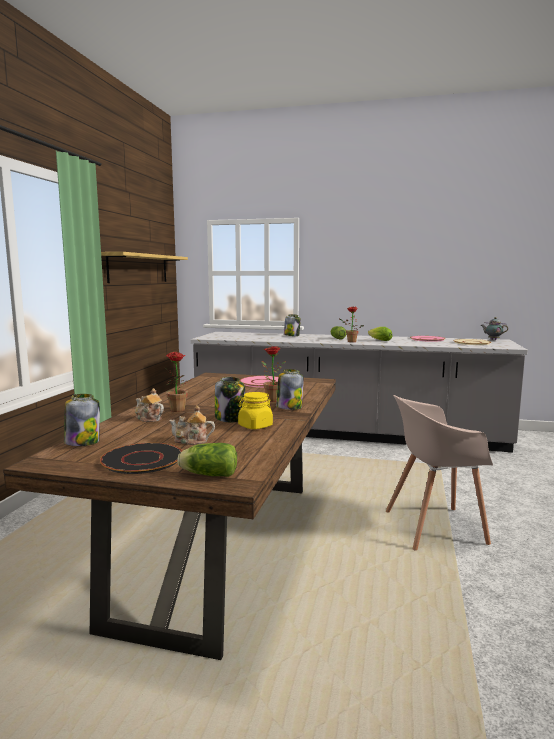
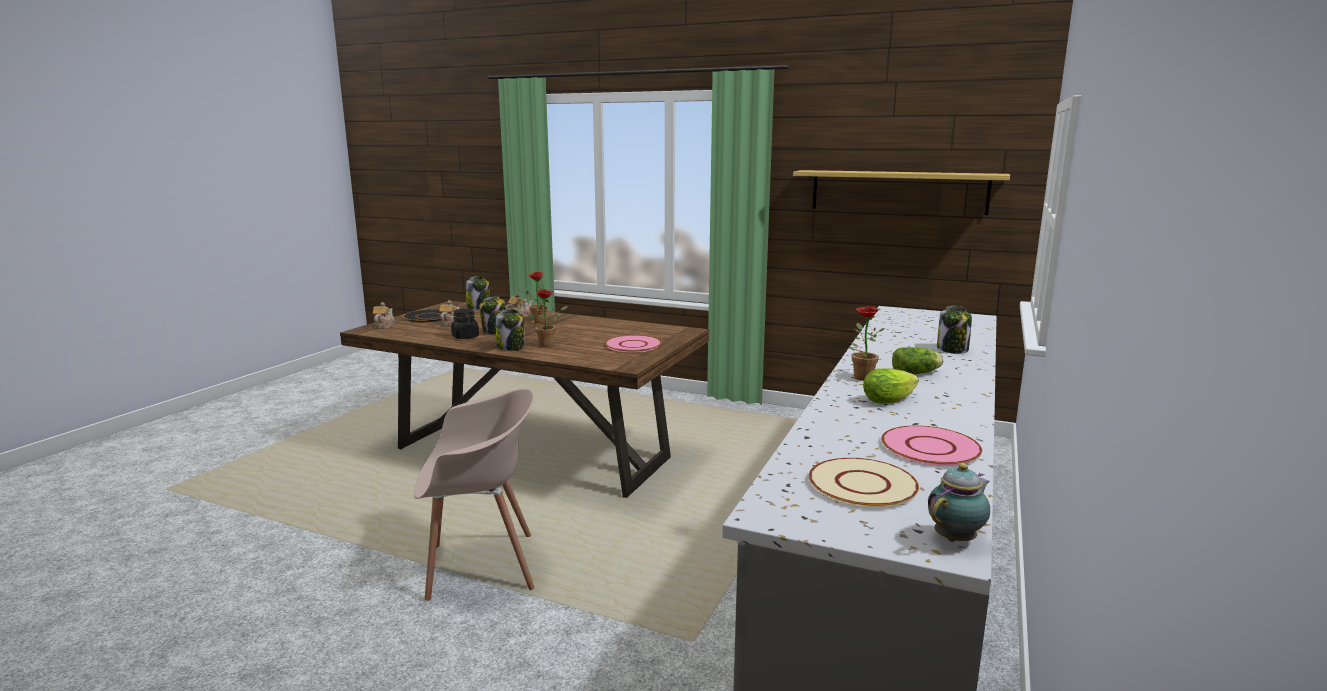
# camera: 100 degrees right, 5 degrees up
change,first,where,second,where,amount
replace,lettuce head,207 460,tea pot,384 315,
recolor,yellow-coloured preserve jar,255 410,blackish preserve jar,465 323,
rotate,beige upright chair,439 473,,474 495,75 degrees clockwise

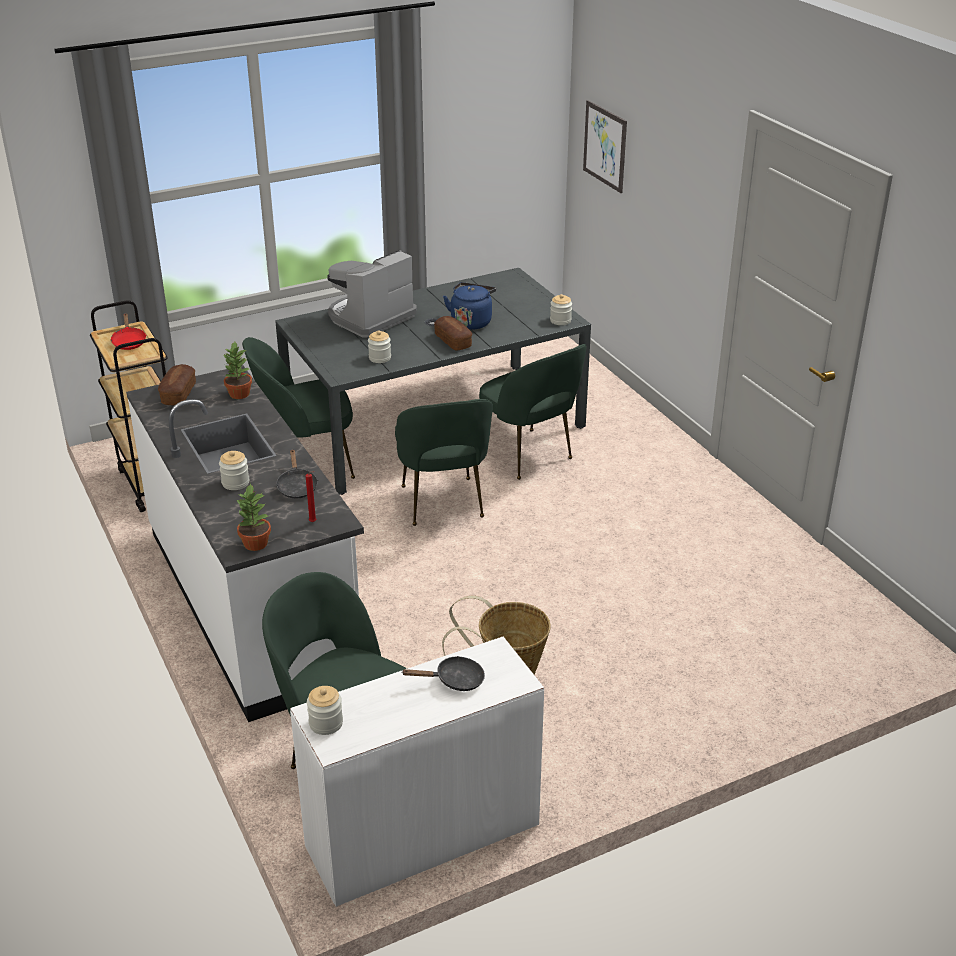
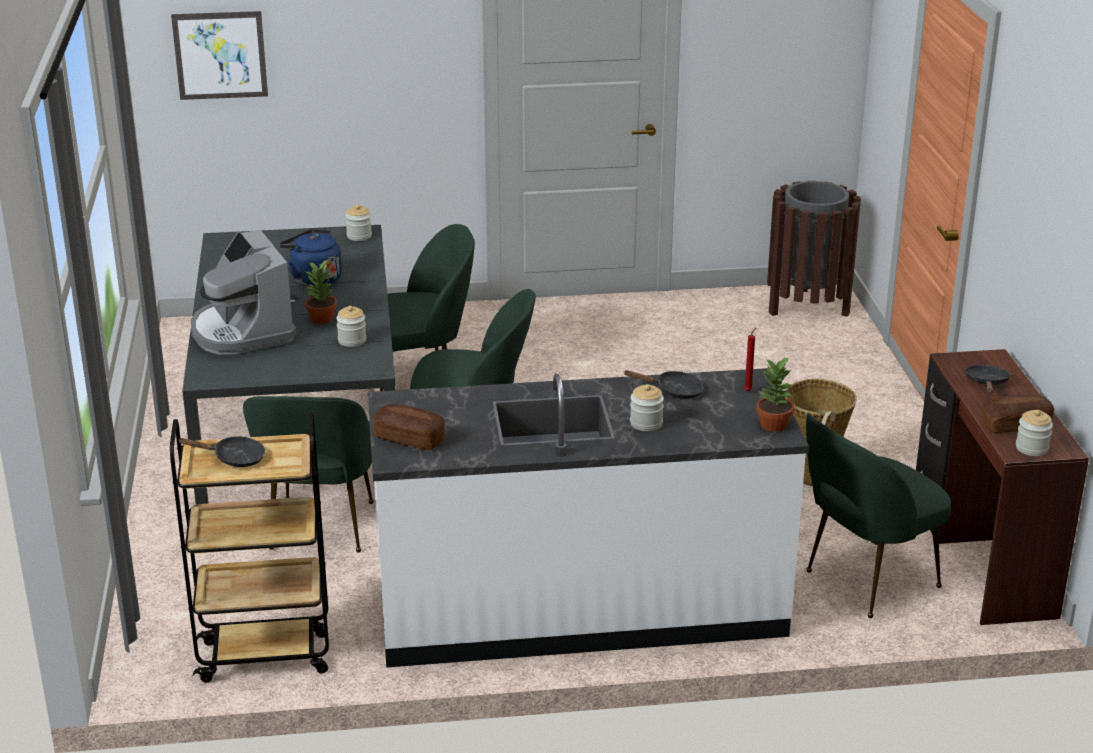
# camera: 70 degrees left, 5 degrees down
change,first,where,second,where,amount
recolor,red frying pan,128 331,blackish frying pan,221 451,
move,potted plant,237 370,,321 292,
recolor,white-coloured desk,417 771,brown-coloured desk,1002 487,
move,baked bread,453 333,,1018 414,
insert,,,brown-coloured trash can,814 249,

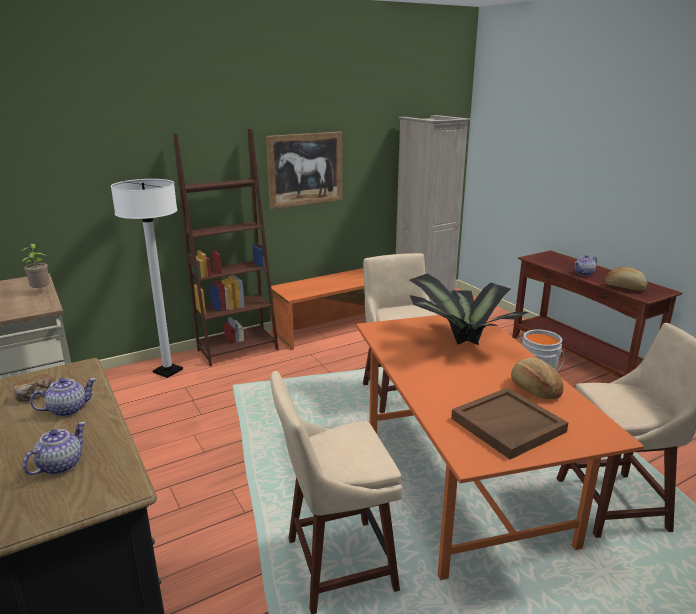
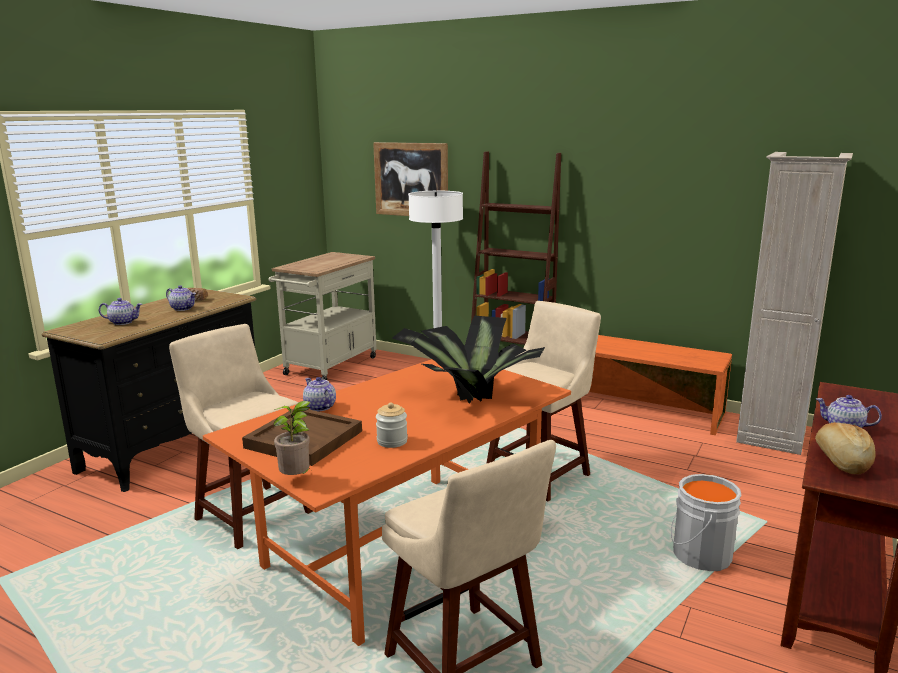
# camera: 60 degrees right, 5 degrees down
change,first,where,second,where,amount
move,potted plant,36 266,,292 438,
move,wall art,304 170,,410 179,
replace,baked bread,537 378,preserve jar,392 425,
insert,,,tea pot,319 394,

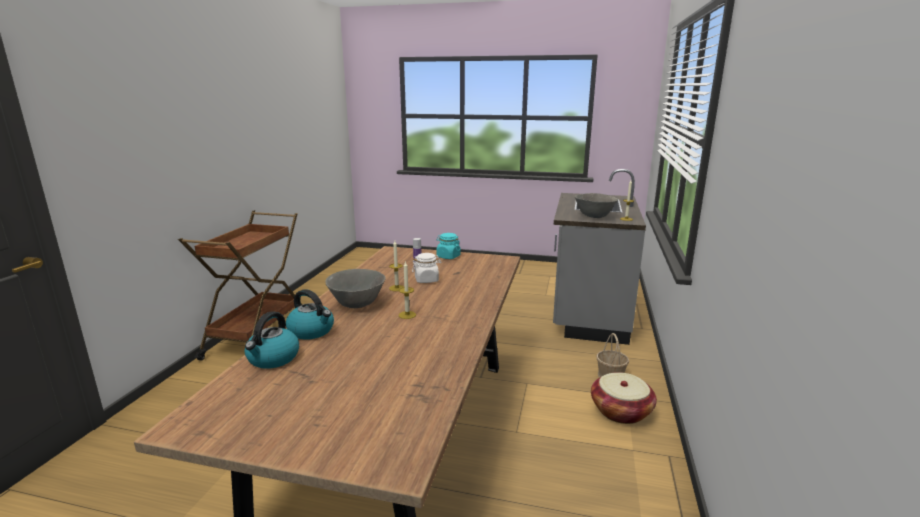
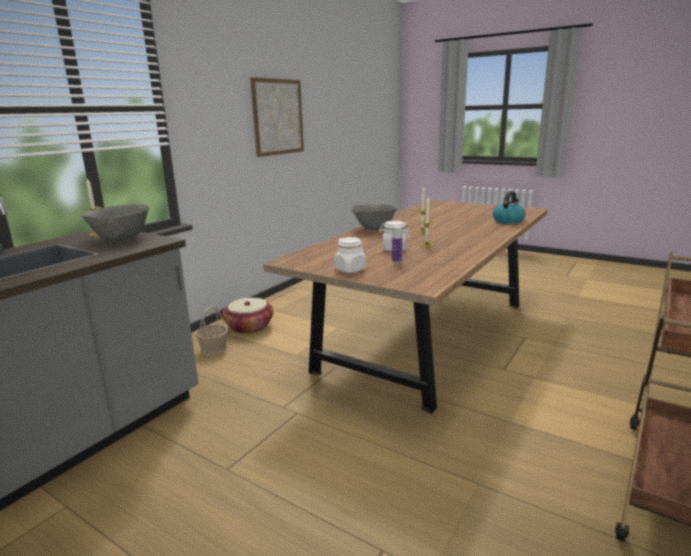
# camera: 160 degrees left, 0 degrees up
change,first,where,second,where,amount
delete,tea kettle,310 314,,,
move,gray deep dish,355 288,,374 217,
recolor,blue-green preserve jar,448 246,white-coloured preserve jar,350 255,
insert,,,wall art,277 117,

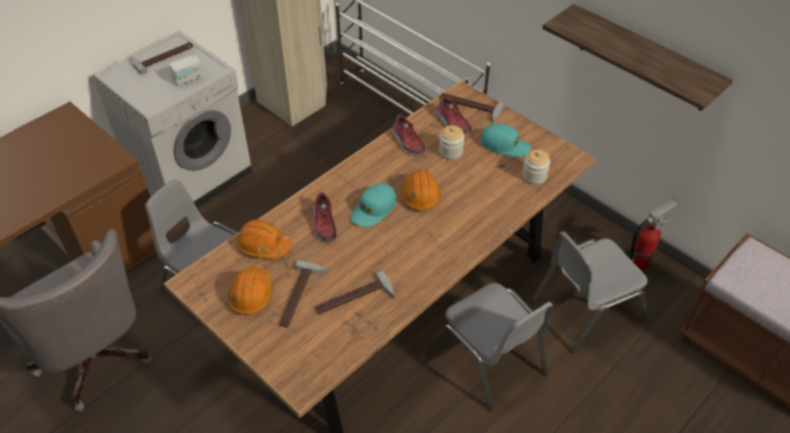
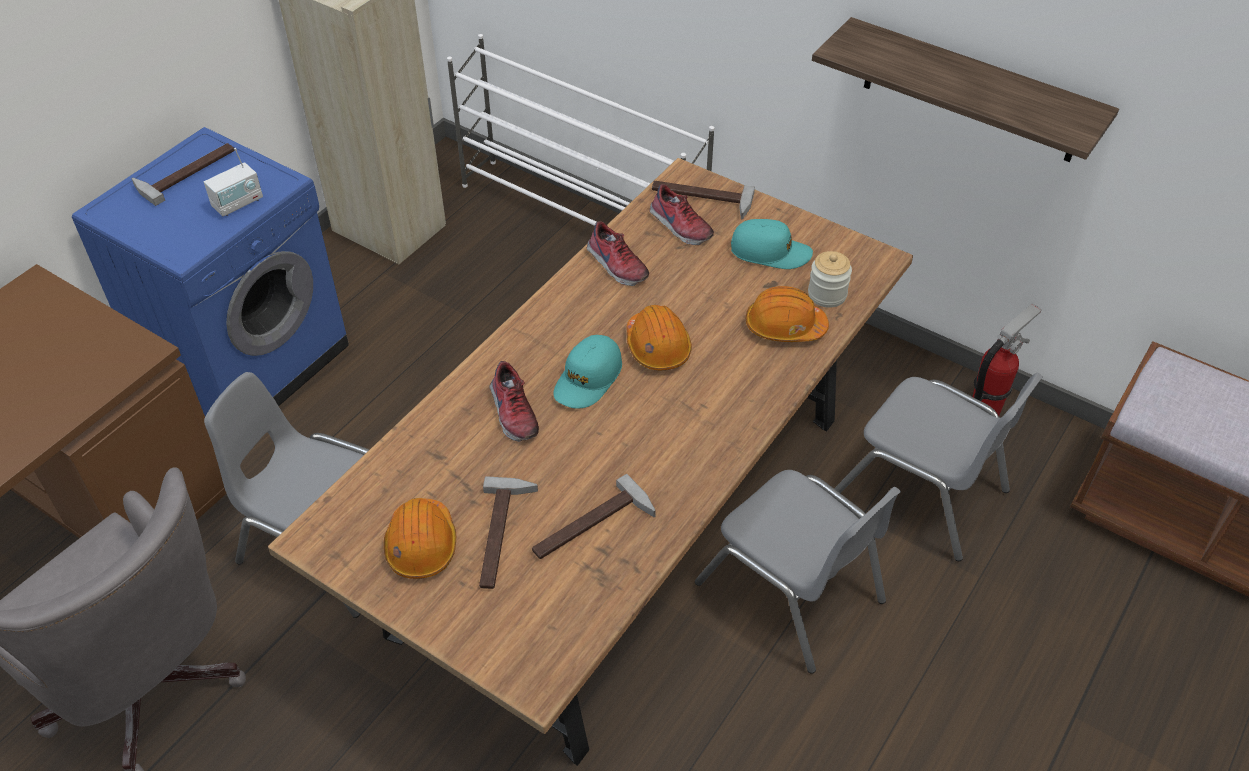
# camera: 10 degrees left, 0 degrees up
change,first,where,second,where,amount
recolor,white-coloured washing machine,172 119,bluish washing machine,210 271,
move,orange safety helmet,264 239,,787 314,
delete,preserve jar,452 142,,,
rotate,gray upright chair,589 292,,938 467,105 degrees counterclockwise

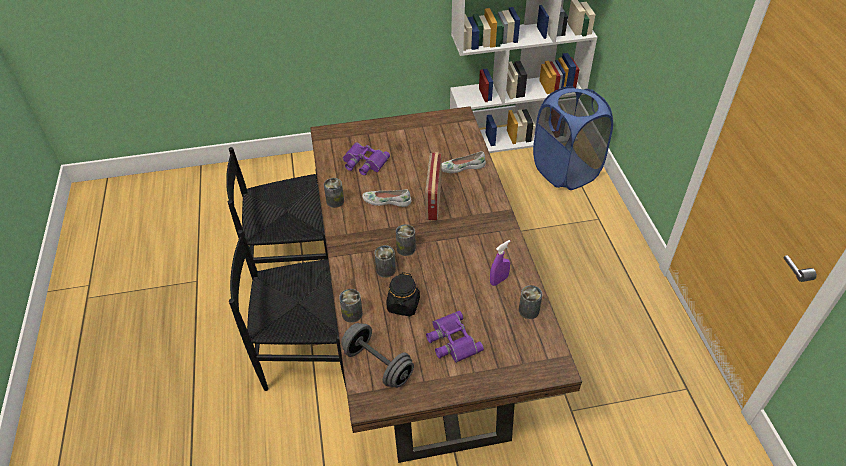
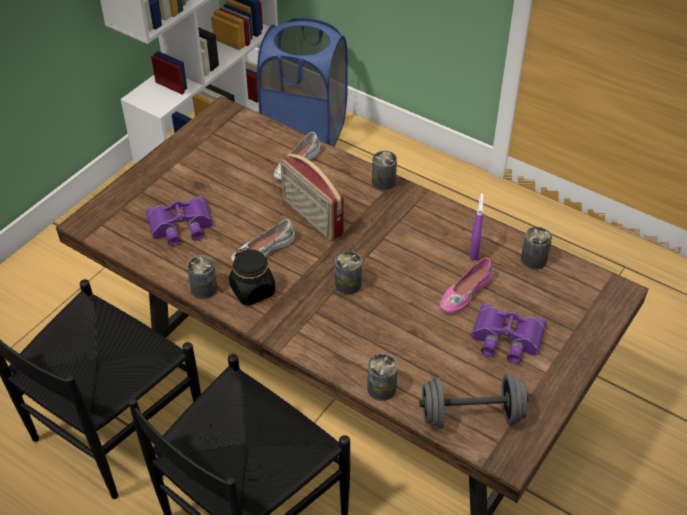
# camera: 45 degrees left, 0 degrees up
change,first,where,second,where,amount
move,metal can,385 261,,384 171,
move,blackish preserve jar,403 294,,252 276,
insert,,,pink shoe,466 286,

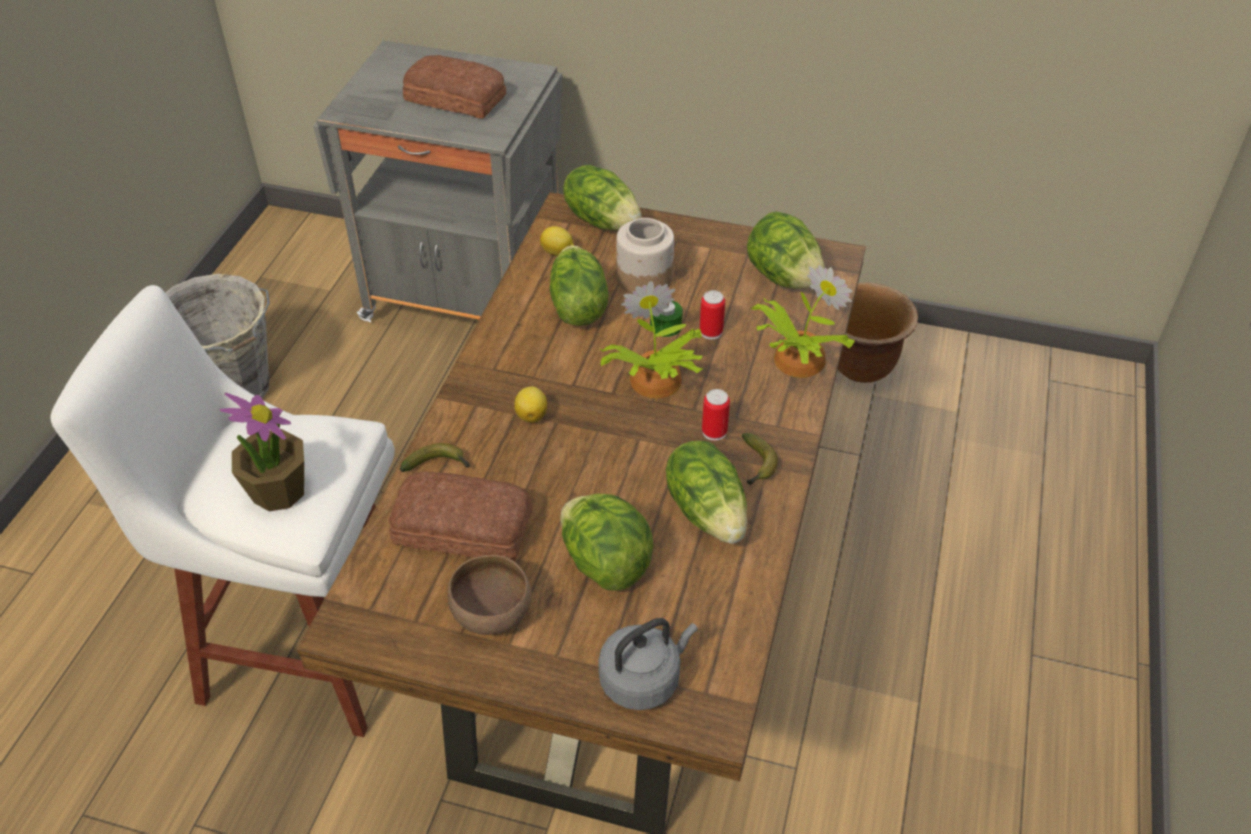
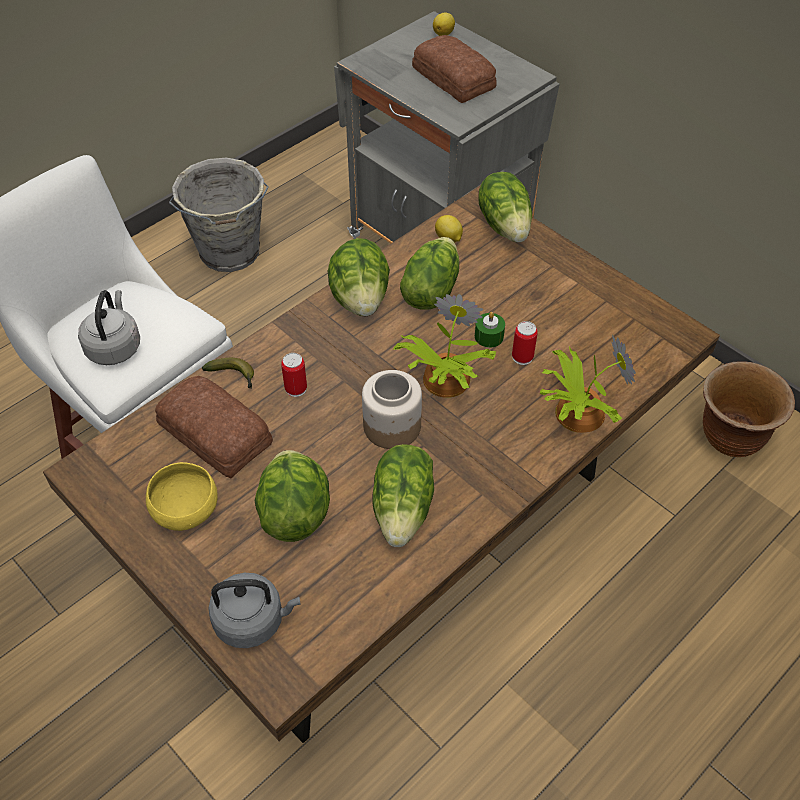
# camera: 30 degrees right, 5 degrees up
change,first,where,second,where,amount
replace,potted plant,262 452,gray tea kettle,109 327,
recolor,brown-coloured deep dish,490 595,yellow-coloured deep dish,182 496,
move,citrus fruit,530 405,,444 24,
move,preserve jar,645 256,,392 409,
move,metal can,716 415,,294 375,
delete,banana,760 459,,,
move,lettuce head,786 250,,358 277,

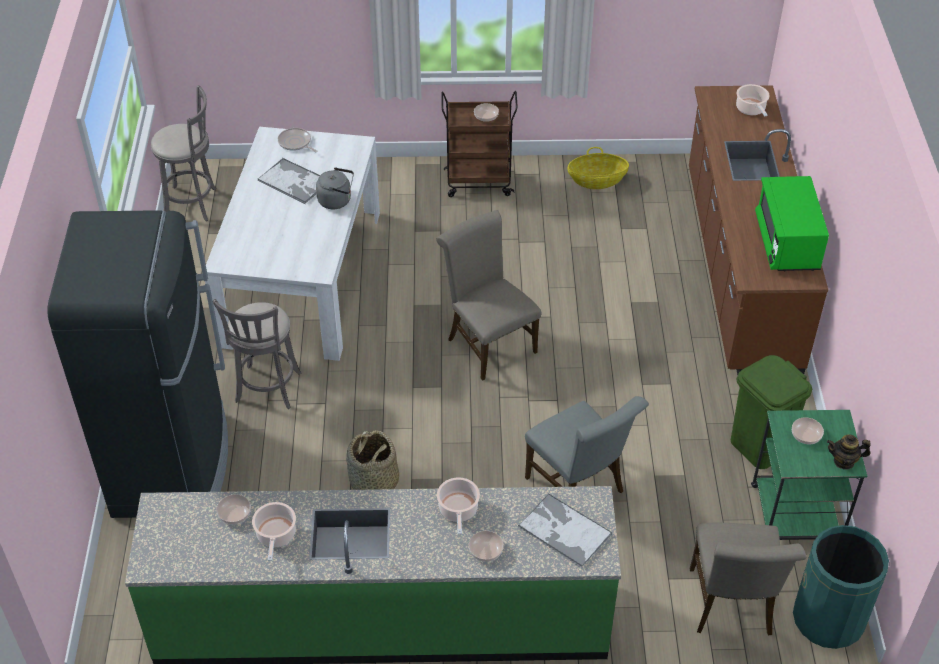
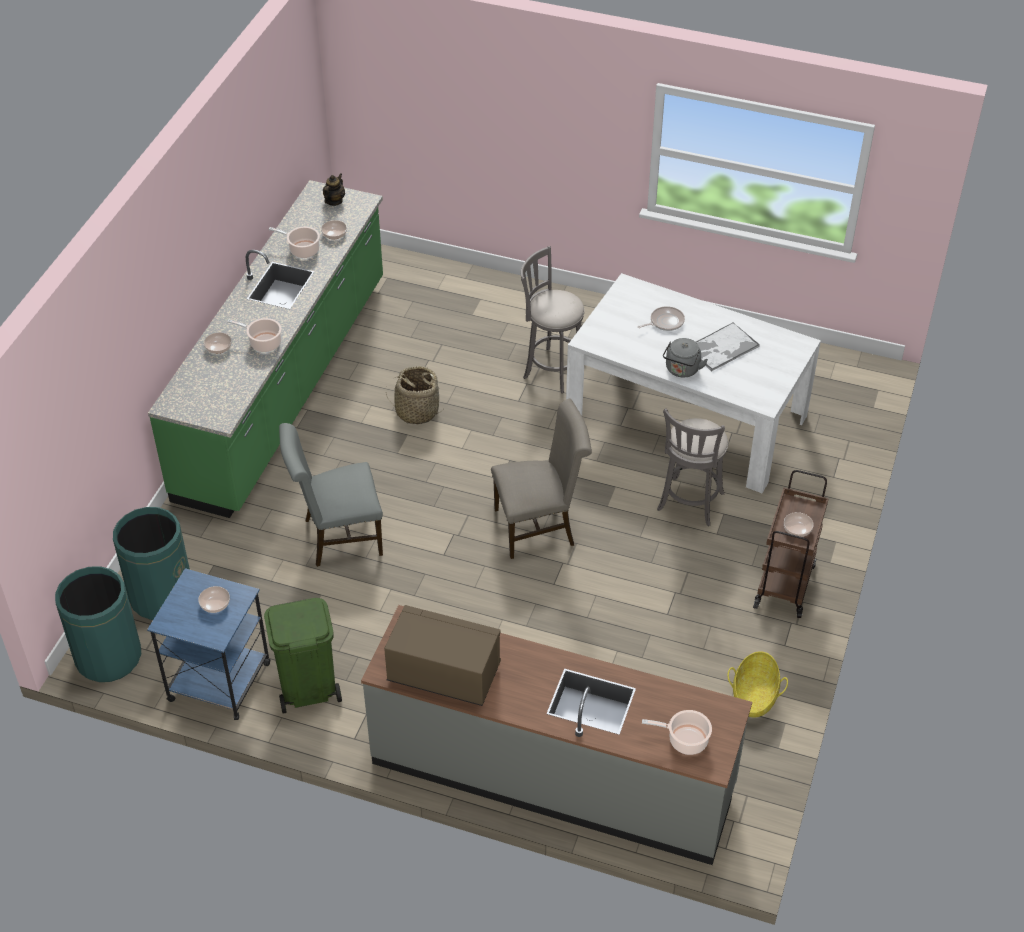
# camera: 110 degrees right, 0 degrees up
change,first,where,second,where,amount
delete,blackish refrigerator,137 364,,,
move,gray stool seat,183 153,,692 467,
move,frying pan,298 140,,661 318,
delete,carrying tray,565 530,,,
recolor,brown-coloured kitchen counter,758 230,gray kitchen counter,556 735,
replace,beige upright chair,748 579,green trash can,151 563,
recolor,green wheeled cart,809 475,bluish wheeled cart,208 644,
recolor,green microwave oven,792 224,brown-coloured microwave oven,442 655,
move,tea pot,848 452,,334 189,

